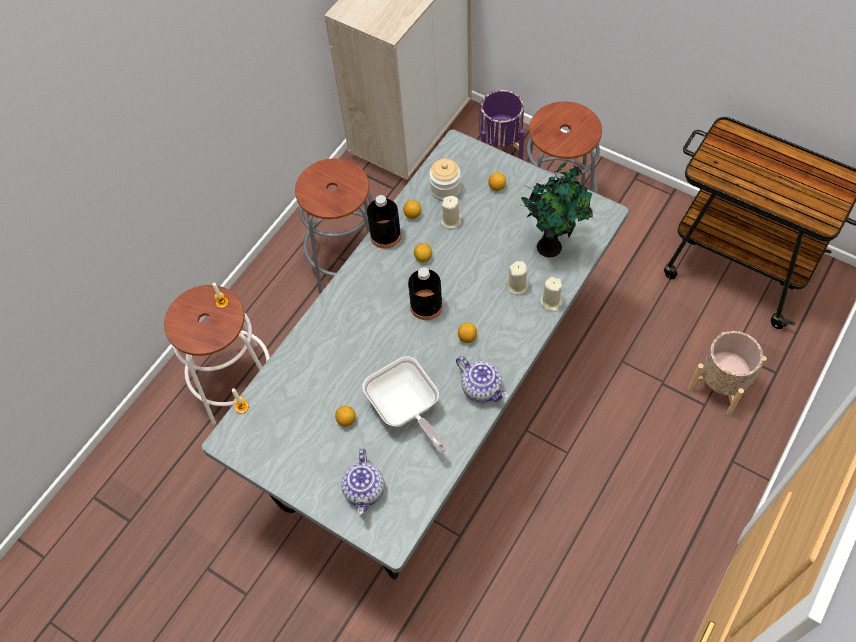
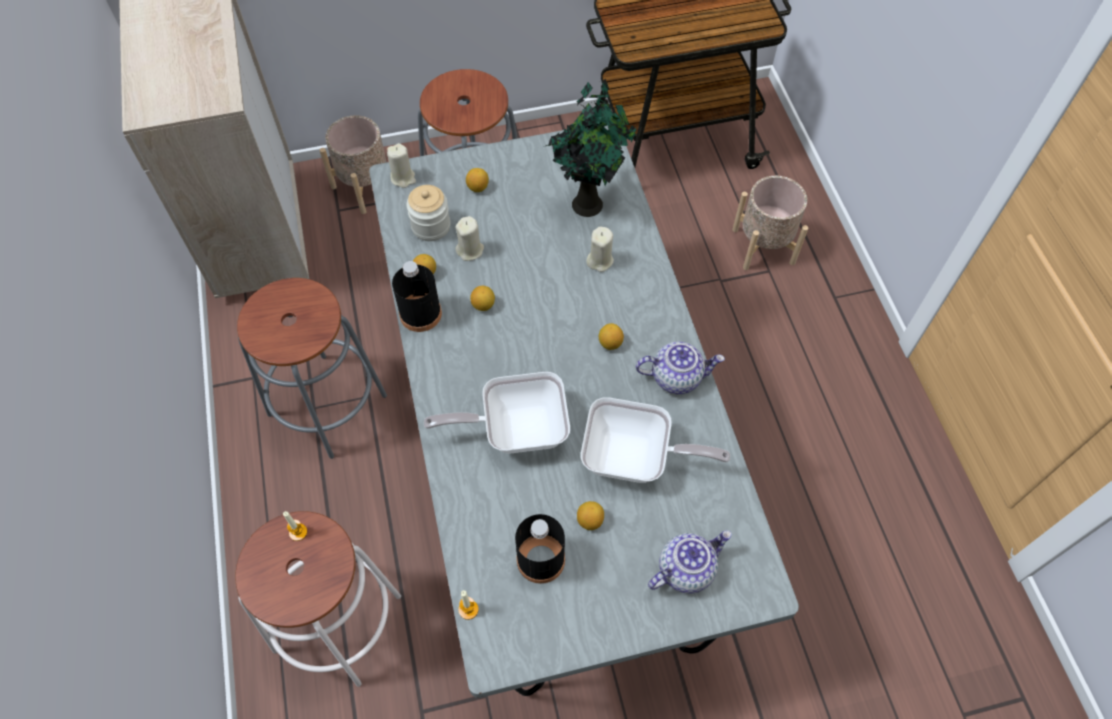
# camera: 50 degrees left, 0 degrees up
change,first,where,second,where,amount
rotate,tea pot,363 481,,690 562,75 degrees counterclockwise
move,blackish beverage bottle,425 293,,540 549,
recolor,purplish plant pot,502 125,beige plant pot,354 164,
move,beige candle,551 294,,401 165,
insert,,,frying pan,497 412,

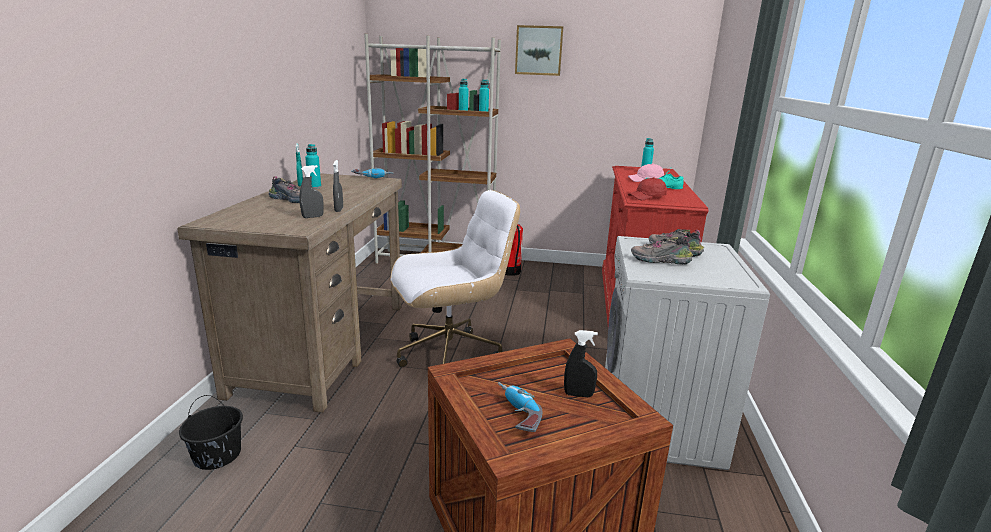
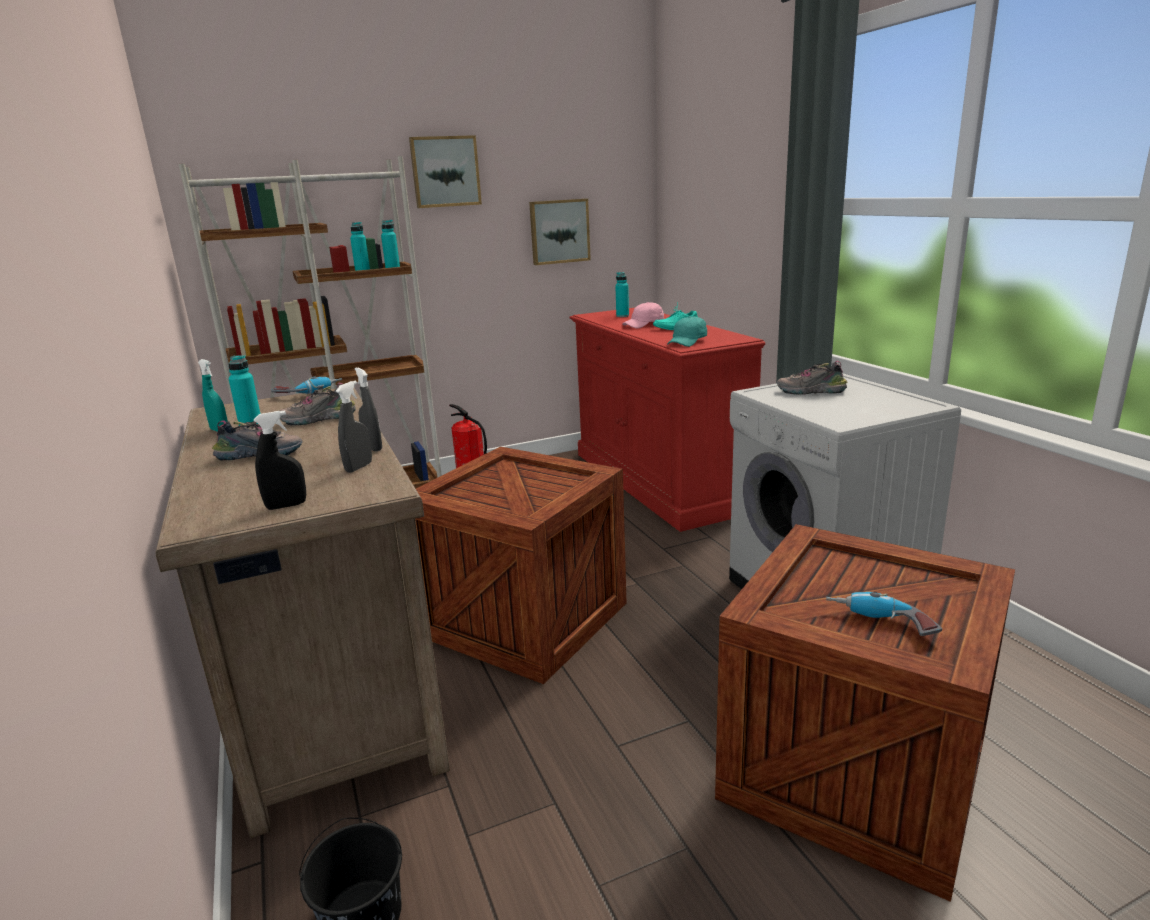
# camera: 30 degrees left, 0 degrees up
change,first,where,second,where,amount
replace,white-coloured desk chair,455 278,shipping crate,521 565,
move,blackish spray bottle,581 363,,280 460,
recolor,red peaked cap,647 188,blue-green peaked cap,687 331,
move,shoe,662 250,,318 404,
insert,,,wall art,560 232,

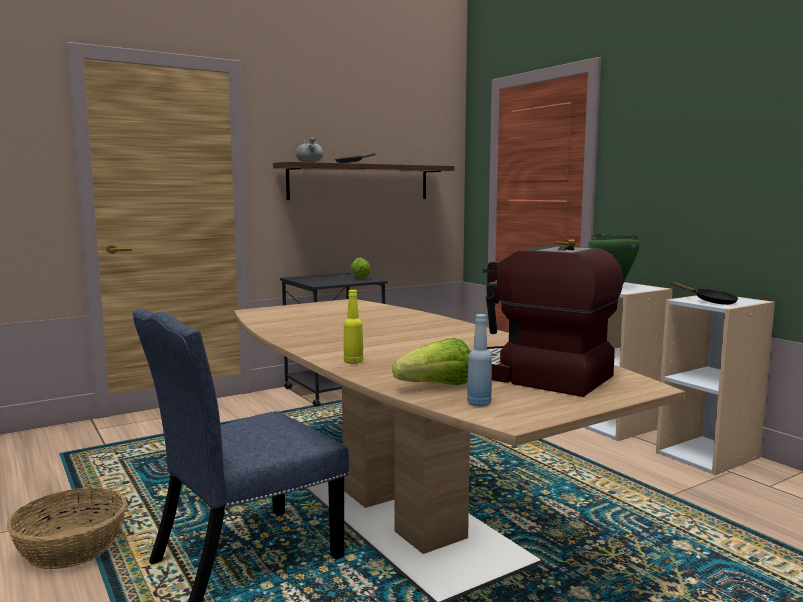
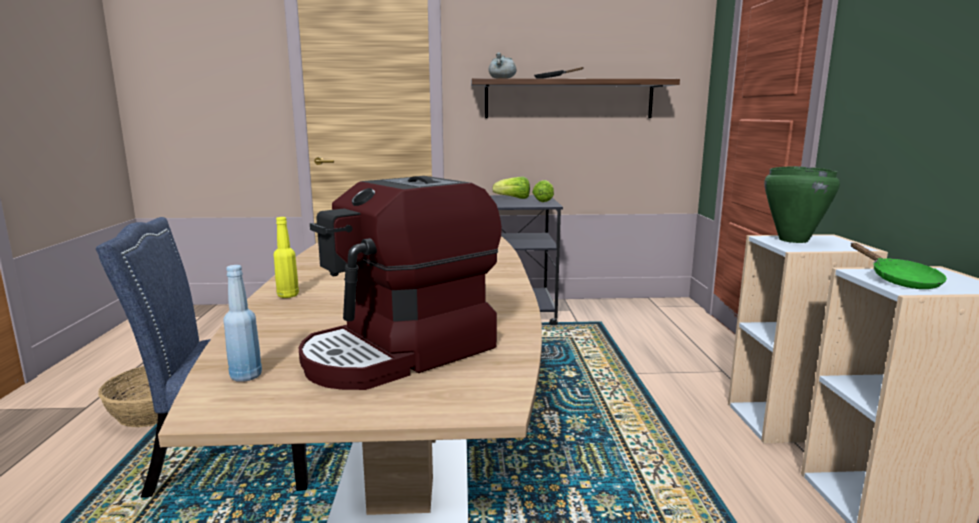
# camera: 30 degrees right, 5 degrees up
change,first,where,second,where,amount
move,lettuce head,431 361,,511 187,
rotate,coffee maker,553 321,,400 283,105 degrees counterclockwise
recolor,blackish frying pan,704 293,green frying pan,899 266,

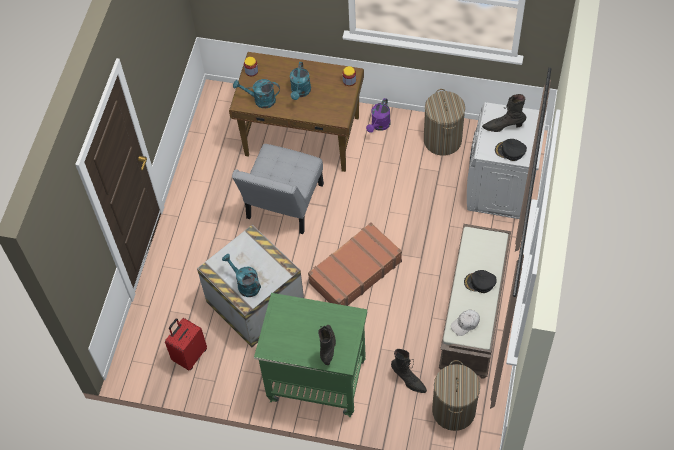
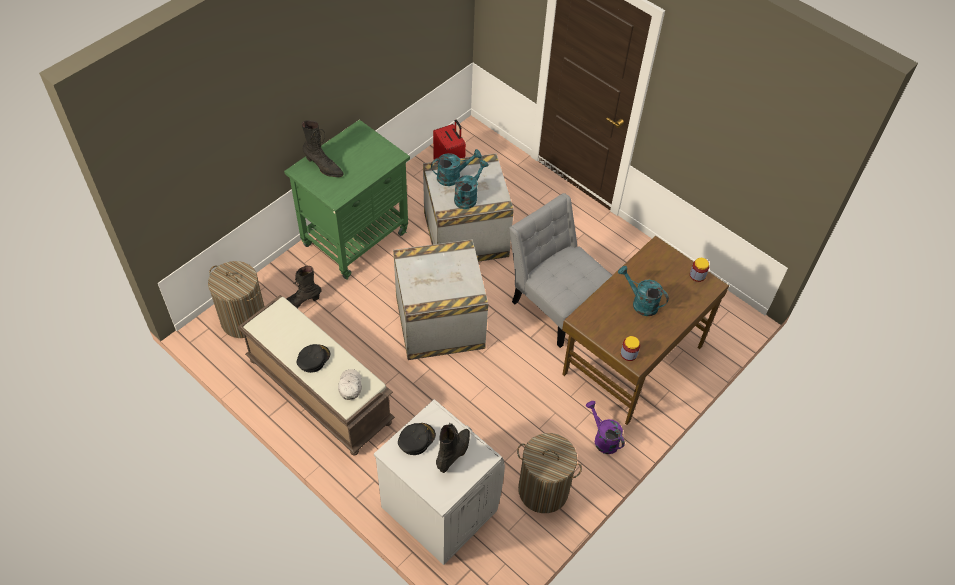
# camera: 115 degrees right, 5 degrees down
change,first,where,second,where,amount
move,blue-green sprinkling can,256 93,,471 184,
replace,brown-coloured piece of luggage,355 264,shipping crate,440 299,
move,white-coloured peaked cap,465 323,,350 384,

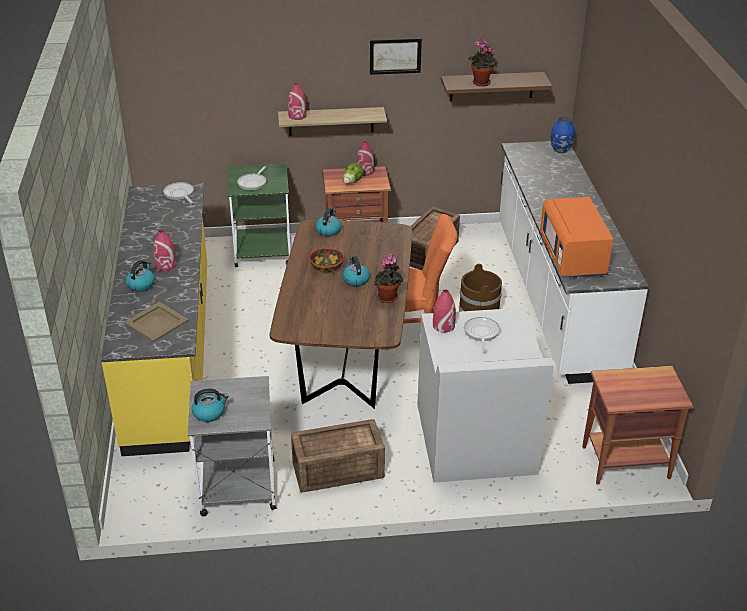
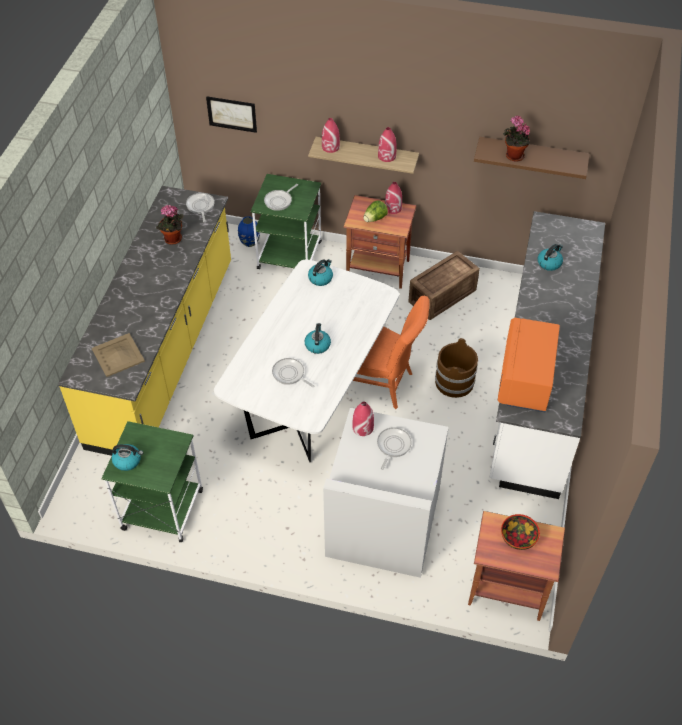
# camera: 20 degrees right, 15 degrees up
change,first,where,second,where,amount
move,tea kettle,140 275,,550 257,
move,red decorative vase,165 250,,387 144,
recolor,gray wheeled cart,232 446,green wheeled cart,152 481,
recolor,brown-coloured dining table,341 314,white-coloured dining table,306 361,
delete,shipping crate,338 456,,,
move,deep dish,326 259,,520 532,
move,wall art,396 56,,231 114,
move,potted plant,388 278,,170 225,
move,bluish decorative vase,563 135,,249 231,
insert,,,frying pan,293 373,

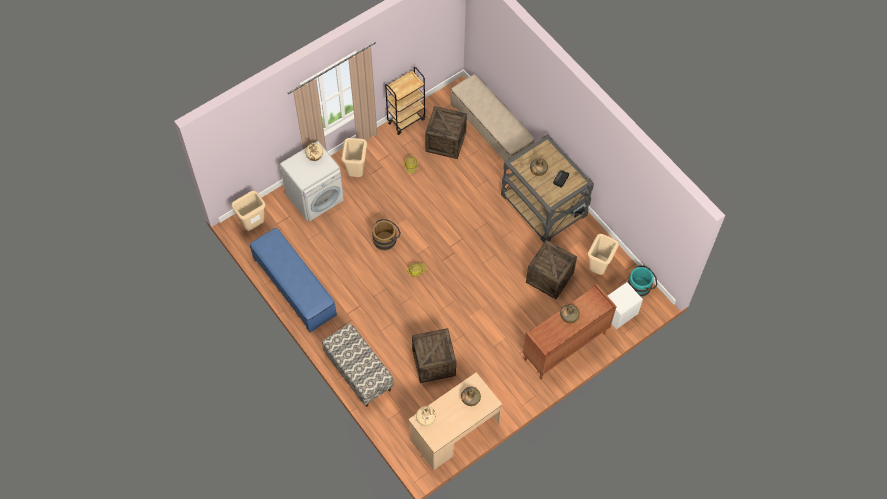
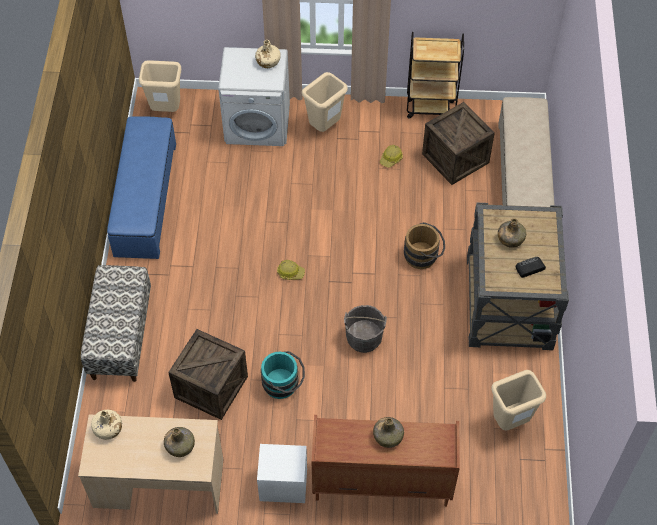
# camera: 40 degrees right, 5 degrees down
change,first,where,second,where,amount
move,brown-coloured pail,386 235,,424 245,
delete,shipping crate,551 269,,,
move,white-coloured night table,625 305,,282 473,
move,blue-green pail,642 281,,283 375,
insert,,,gray pail,365 329,

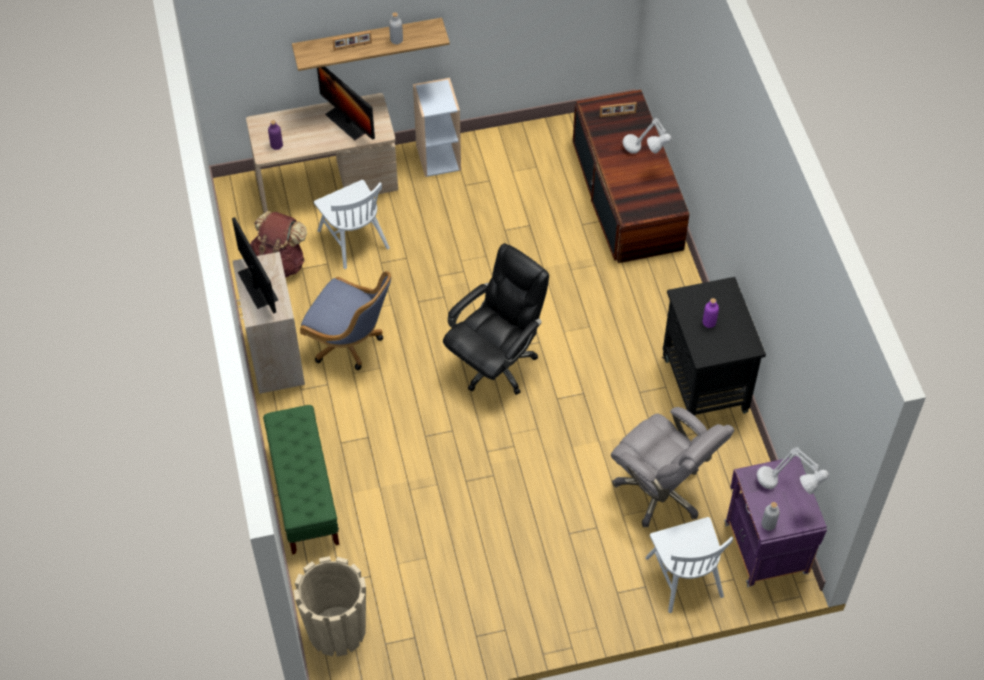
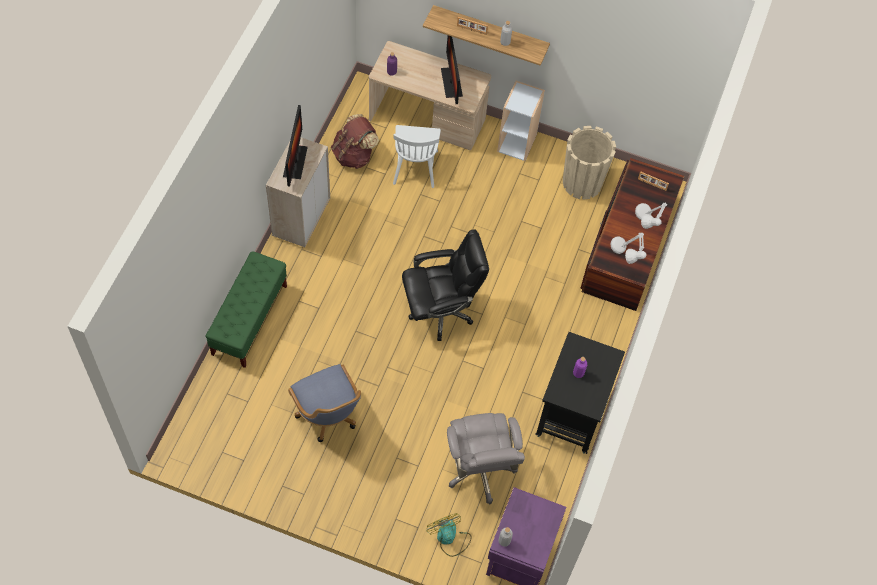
# camera: 30 degrees right, 5 degrees up
change,first,where,second,where,amount
move,beige plant pot,329 606,,589 163,
move,bluish desk chair,345 320,,324 403,
replace,white-coloured upright chair,689 565,cooling fan,449 535,
move,gray table lamp,793 470,,629 248,

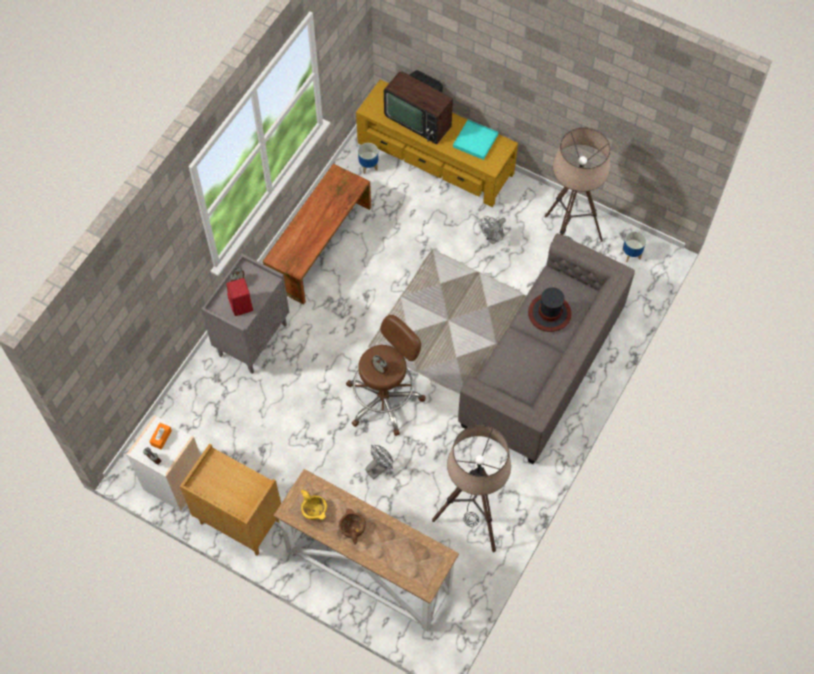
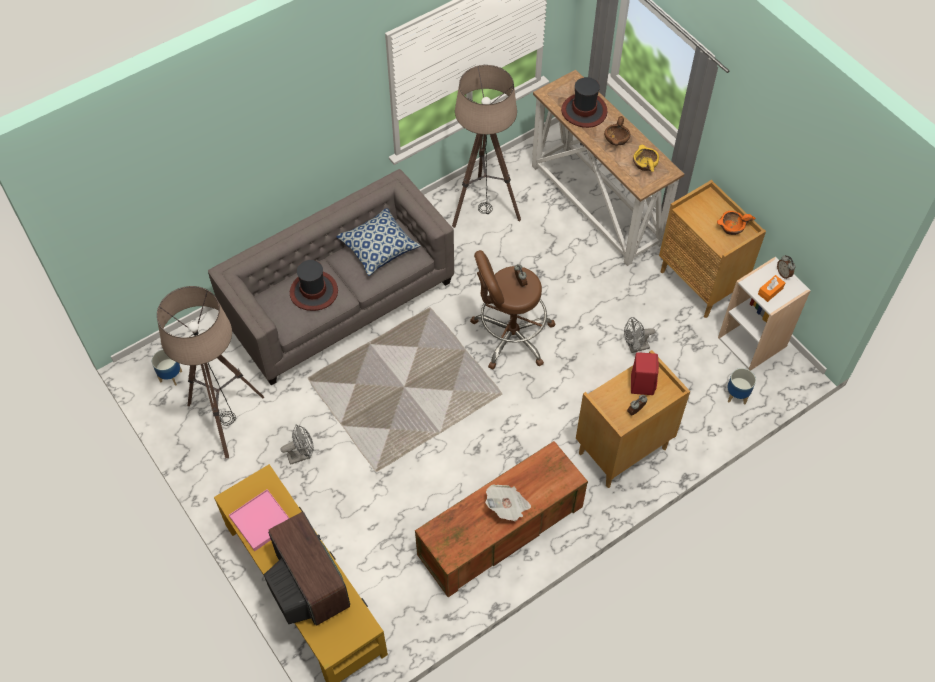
# camera: 155 degrees left, 5 degrees down
change,first,where,second,where,amount
recolor,gray storage cabinet,245 314,brown-coloured storage cabinet,633 419,
move,plant pot,368 158,,741 386,
move,gray cooling fan,379 462,,639 335,
recolor,blue-green carrying tray,475 140,pink carrying tray,259 520,
insert,,,cushion,379 242,
insert,,,printed paper,508 502,
insert,,,clothing hat,584 102,
insert,,,orange deep dish,736 223,

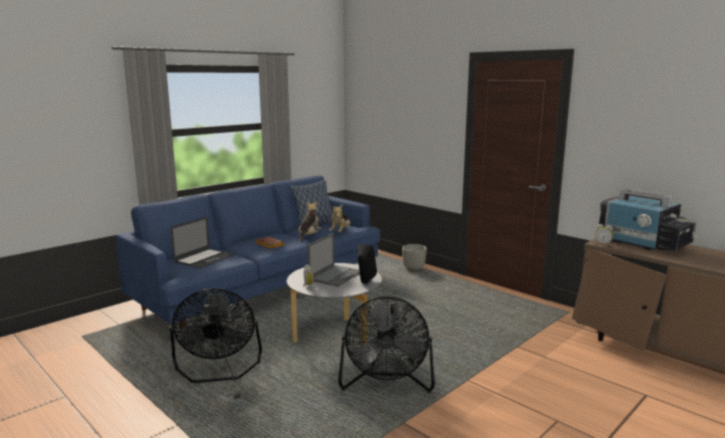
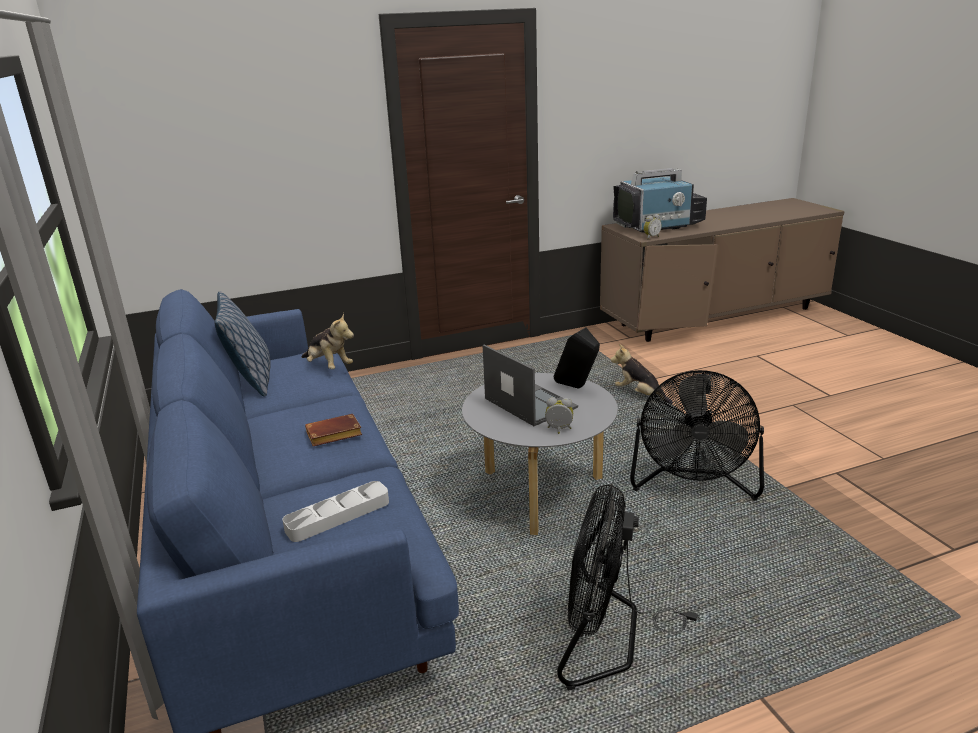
# camera: 65 degrees left, 10 degrees up
change,first,where,second,where,amount
replace,laptop,202 242,gray carrying tray,335 511,
move,cuddly toy,310 222,,642 374,
rotate,blackish cooling fan,386 345,,697 435,75 degrees clockwise
delete,gray plant pot,414 257,,,

